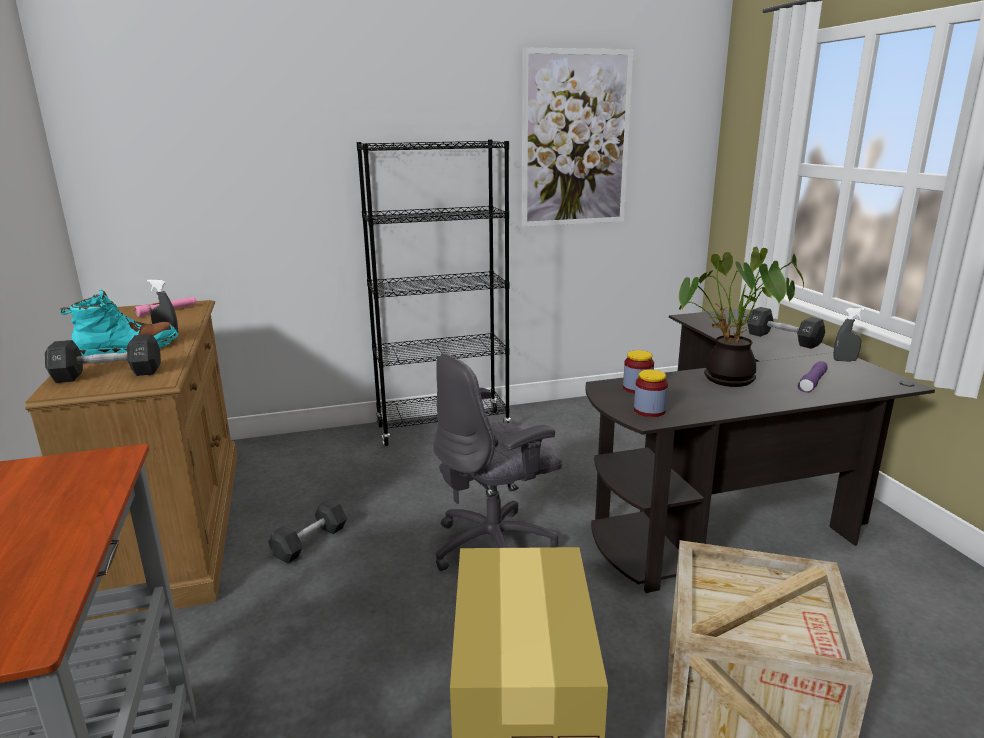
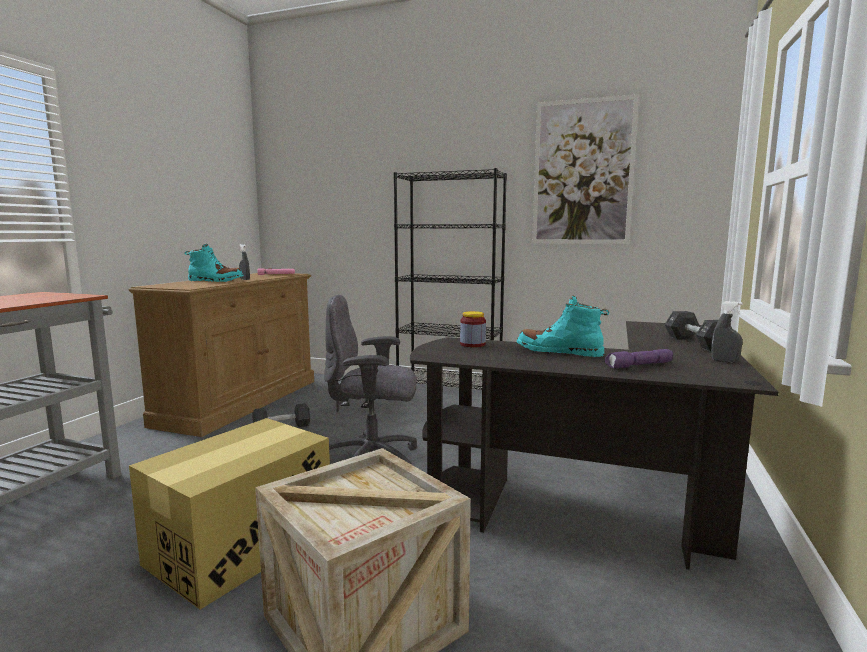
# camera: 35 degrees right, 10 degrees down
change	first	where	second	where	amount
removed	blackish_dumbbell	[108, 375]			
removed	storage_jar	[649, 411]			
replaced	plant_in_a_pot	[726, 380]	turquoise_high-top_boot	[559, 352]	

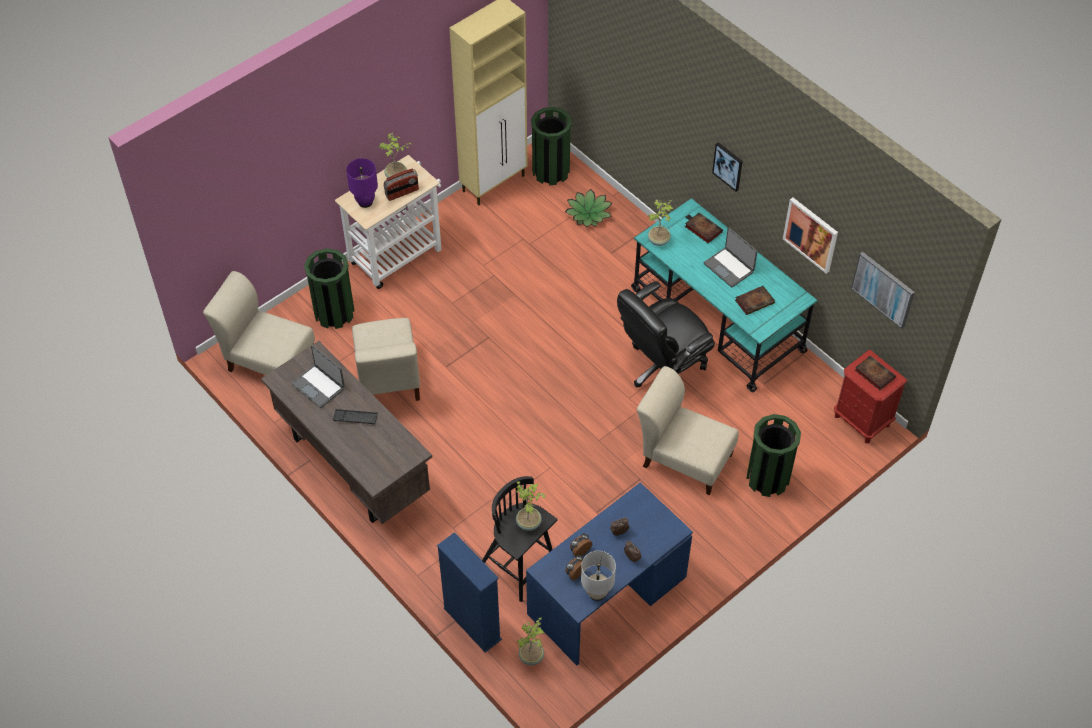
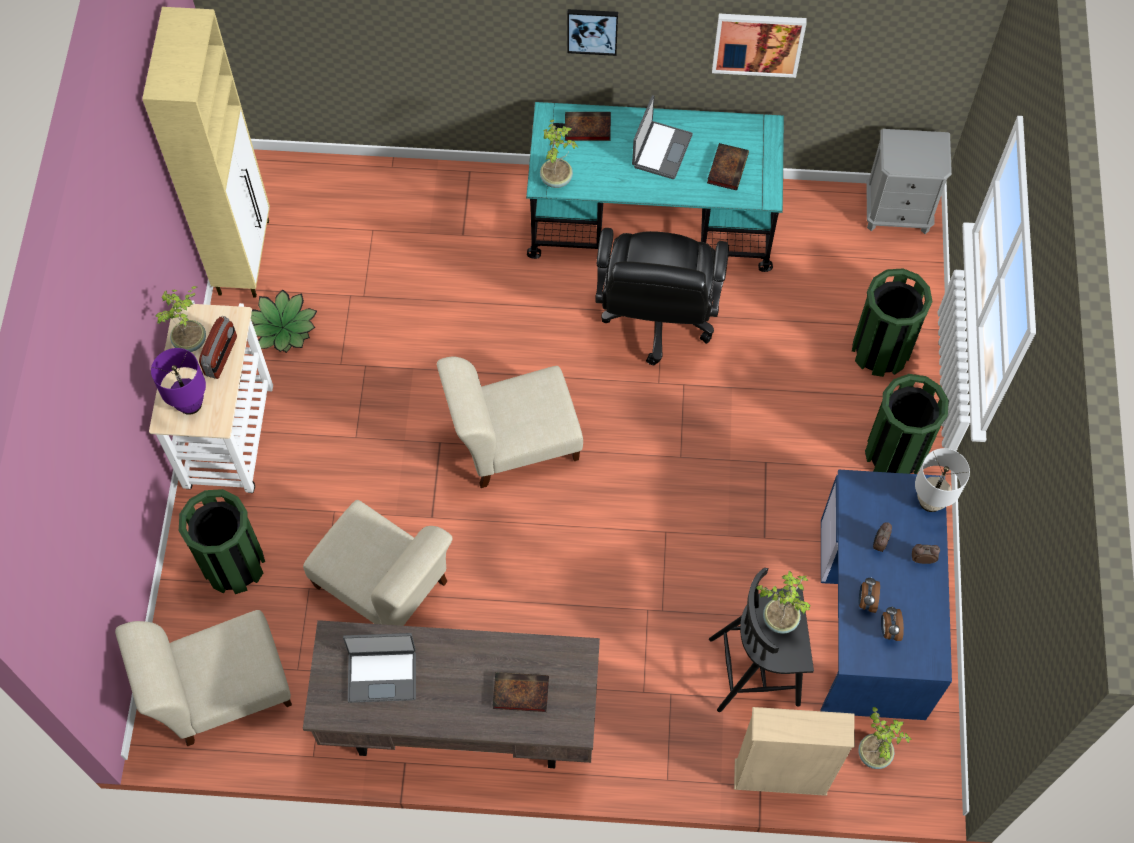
# camera: 45 degrees left, 10 degrees up
change	first	where	second	where	amount
removed	computer_keyboard	[355, 417]			
recoloured	blue_shelving_unit	[472, 624]	beige-coloured_shelving_unit	[780, 777]	
moved	greenish_rubbish_bin	[551, 171]		[895, 453]	
moved	plant_in_a_pot	[589, 213]		[283, 327]	
moved	white-coloured_tabletop_lamp	[597, 593]		[931, 501]	
moved	beige-coloured_plain_chair	[684, 458]		[513, 442]	
turned	portable_computer	[729, 267]		[660, 150]	75 degrees counterclockwise
recoloured	red-coloured_bedside_table	[862, 420]	gray_bedside_table	[897, 212]	
removed	picture	[883, 289]			
moved	volume	[873, 374]		[519, 693]	

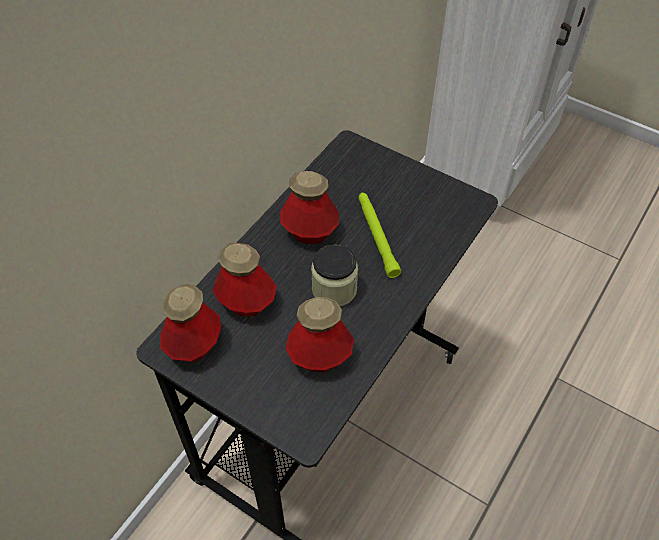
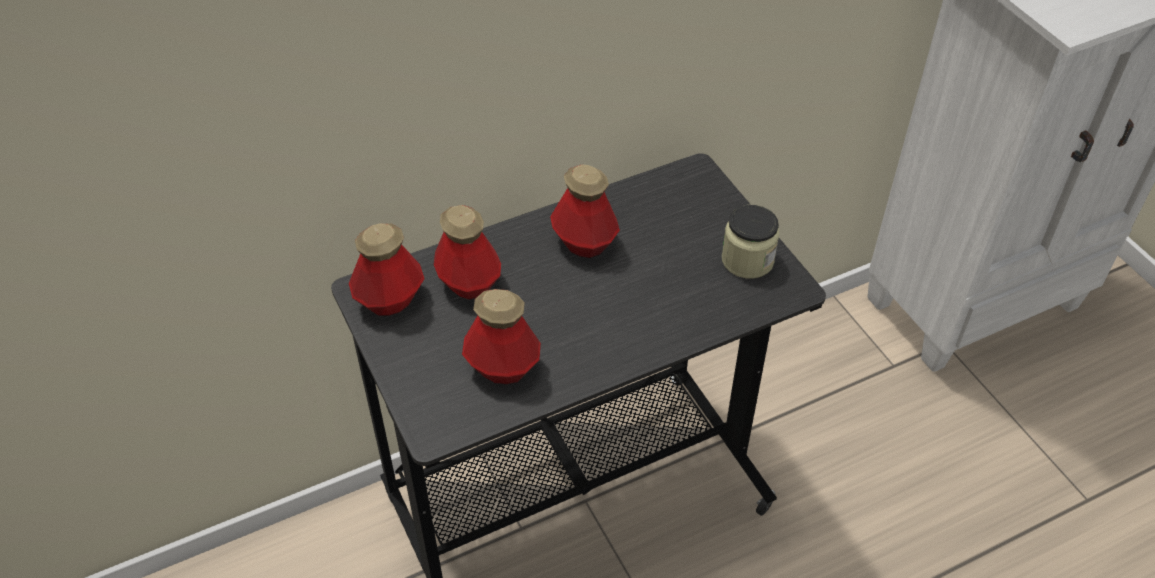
# camera: 30 degrees right, 5 degrees down
change	first	where	second	where	amount
moved	storage_jar	[334, 289]		[747, 260]	
removed	greenish_hand_torch	[377, 236]			

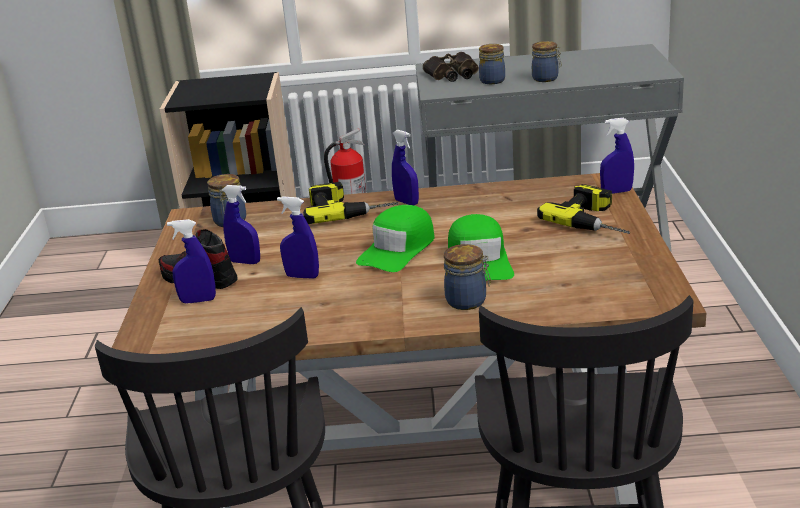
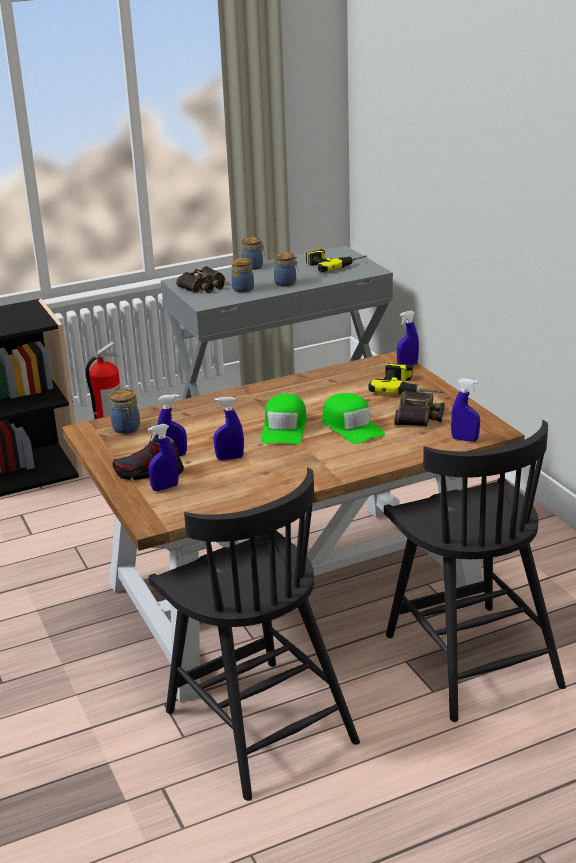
# camera: 25 degrees left, 0 degrees up
change	first	where	second	where	amount
moved	drill	[349, 208]		[334, 263]	
moved	blue_spray_bottle	[406, 202]		[464, 439]	
moved	storage_jar	[468, 301]		[253, 267]	
added			field_glasses	[419, 416]	

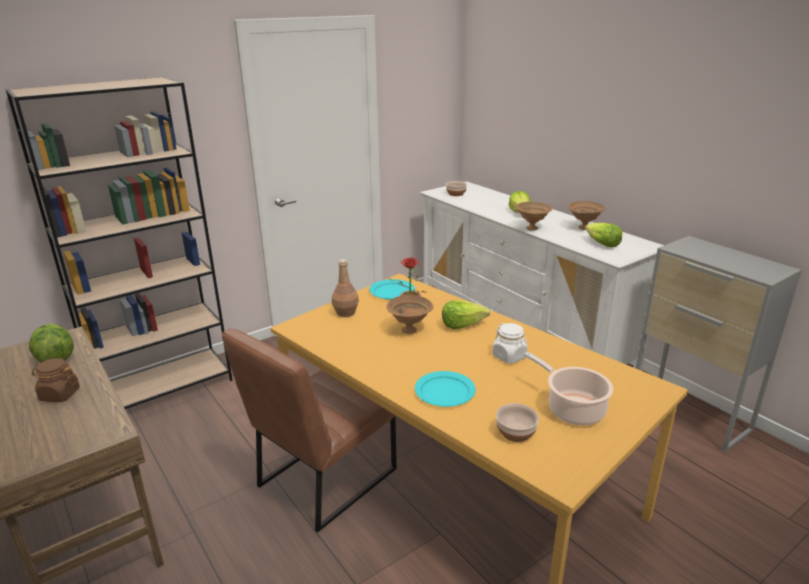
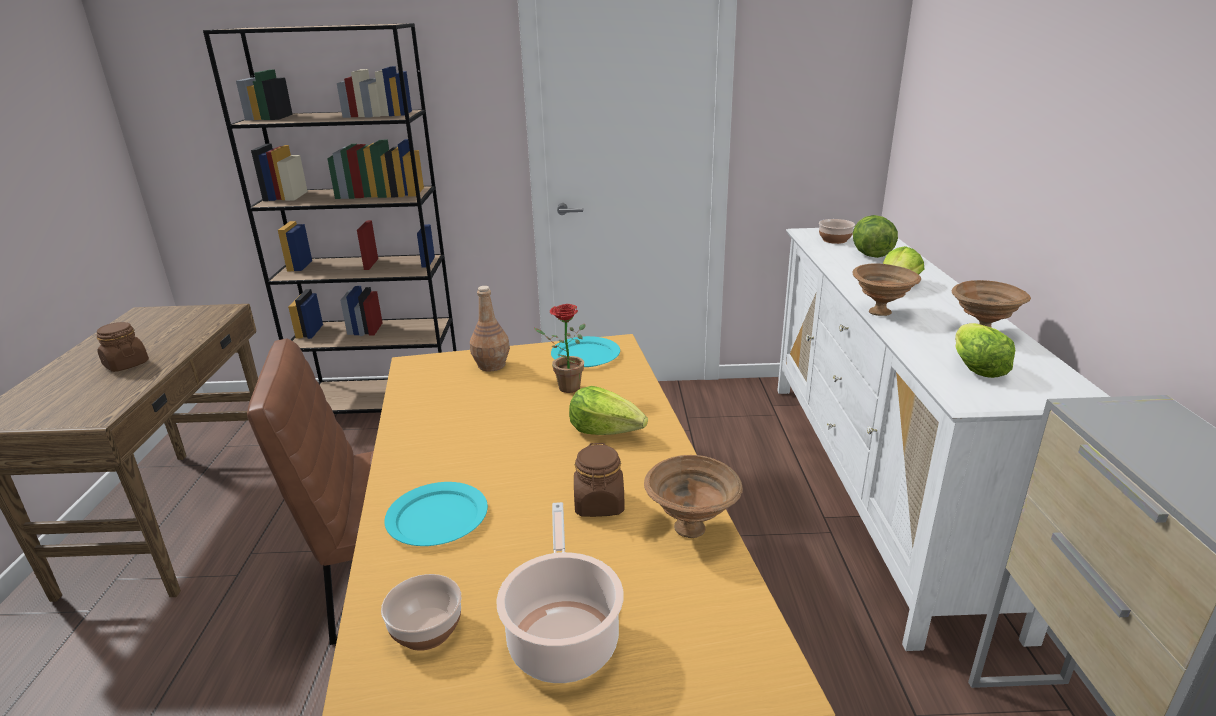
# camera: 35 degrees right, 0 degrees up
change	first	where	second	where	amount
moved	lettuce_head	[55, 359]		[870, 254]	
moved	brownish_deep_dish	[410, 330]		[692, 529]	
recoloured	white-coloured_storage_jar	[509, 356]	brownish_storage_jar	[599, 504]	

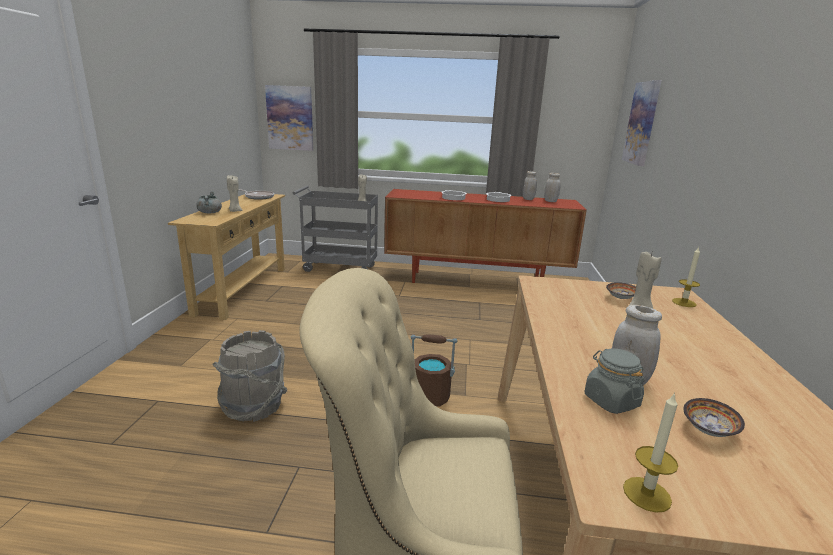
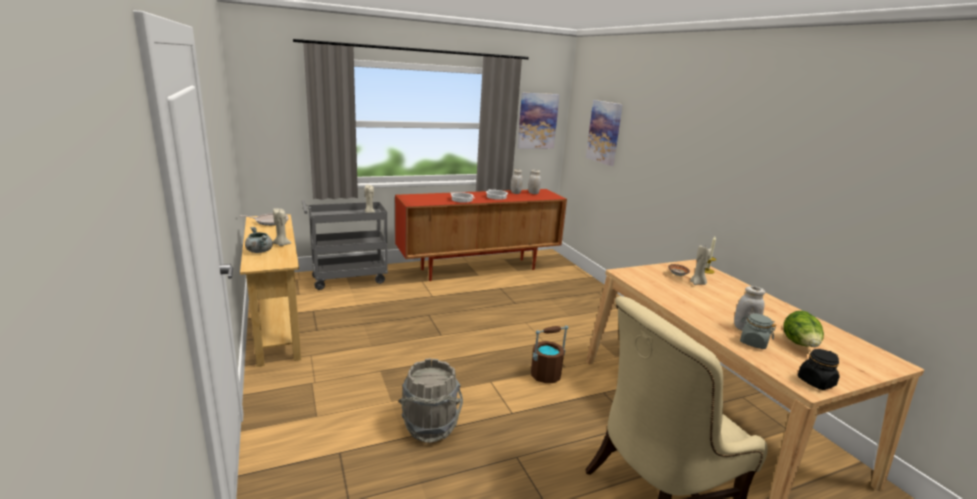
# camera: 30 degrees left, 0 degrees up
change	first	where	second	where	amount
moved	picture	[290, 118]		[537, 121]	
replaced	wax_candle	[646, 494]	blackish_storage_jar	[815, 382]	
replaced	deep_dish	[710, 430]	lettuce_head	[800, 345]	

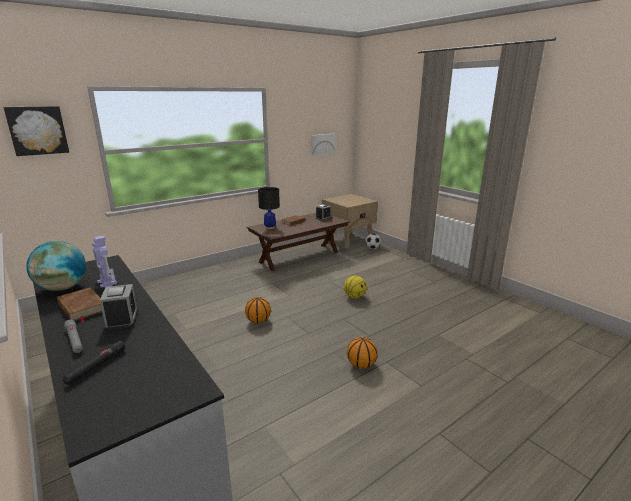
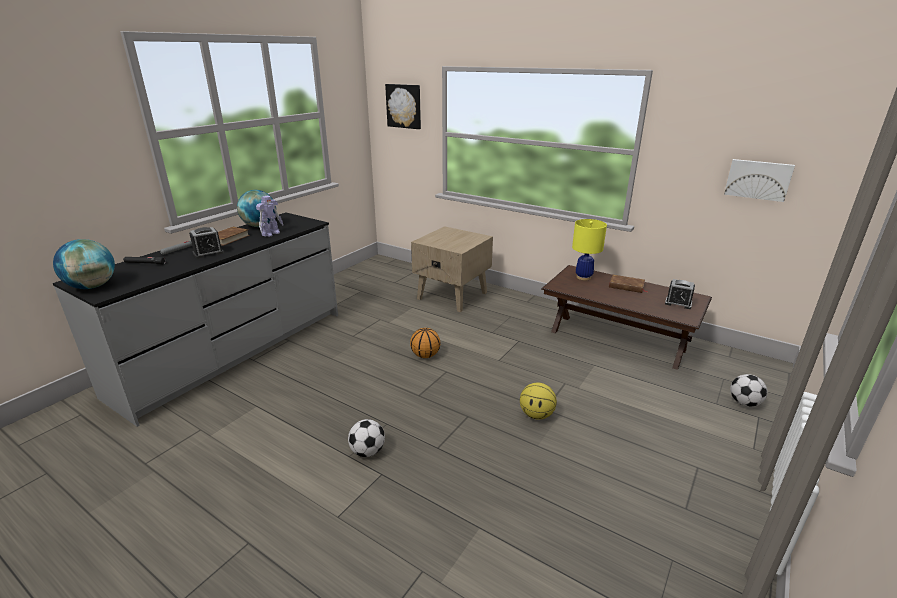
# camera: 70 degrees right, 5 degrees up
change	first	where	second	where	amount
recoloured	blackish_tabletop_lamp	[270, 227]	yellow_tabletop_lamp	[583, 277]	
moved	beige-coloured_bedside_table	[348, 239]		[453, 296]	
replaced	ball_for_basketball	[361, 364]	football	[367, 451]	
added			globe	[92, 286]	

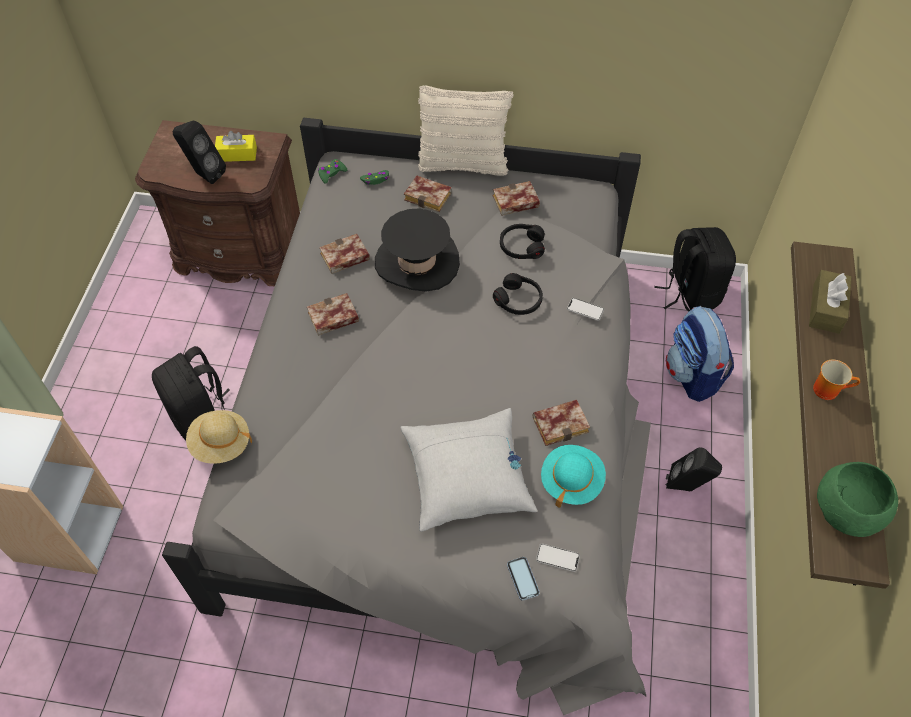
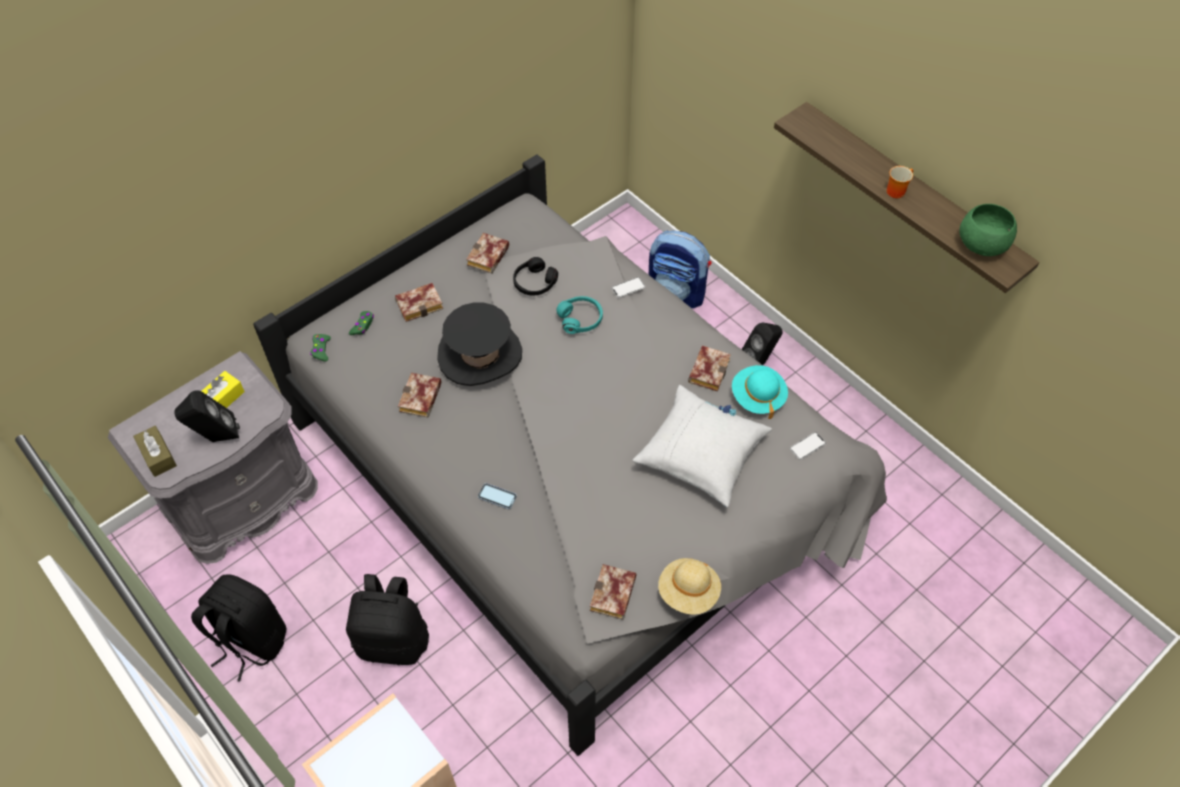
# camera: 50 degrees left, 0 degrees up
change	first	where	second	where	amount
recoloured	brownish_bedside_table	[239, 253]	gray_bedside_table	[245, 500]	
moved	beige-coloured_clothing_hat	[221, 444]		[688, 592]	
moved	volume	[332, 319]		[614, 596]	
removed	beige-coloured_pillow	[464, 164]			
recoloured	blackish_headphones	[518, 300]	turquoise_headphones	[580, 319]	
moved	telephone	[522, 579]		[497, 497]	
moved	blackish_backpack	[690, 293]		[250, 640]	
moved	brownish_tissue_holder	[826, 309]		[158, 456]	

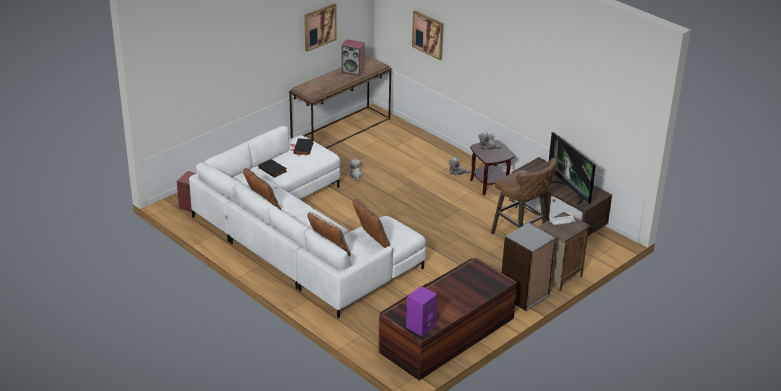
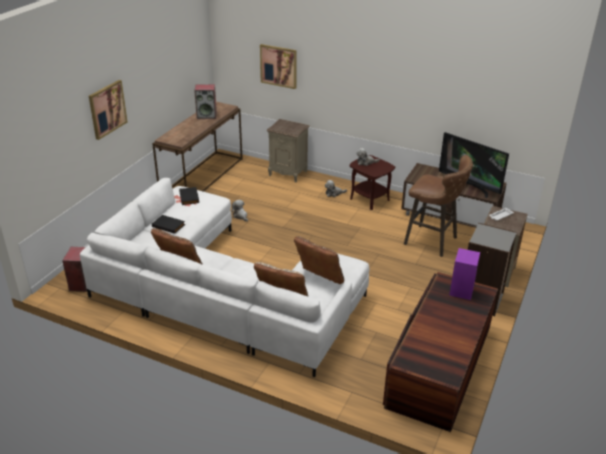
# camera: 20 degrees left, 0 degrees up
change	first	where	second	where	amount
moved	picture	[319, 27]		[107, 109]	
moved	purple-coloured_speaker	[420, 325]		[461, 290]	
added			beige-coloured_bedside_table	[288, 174]	

